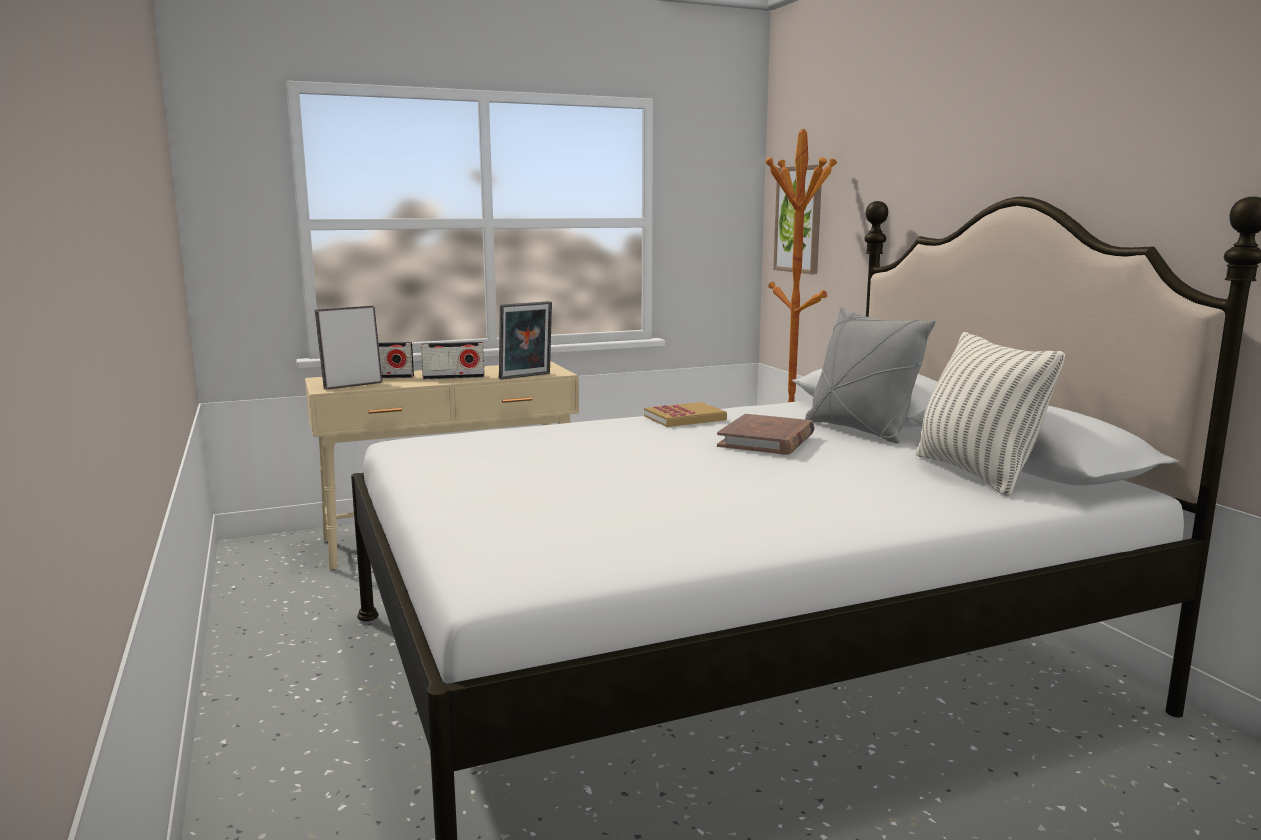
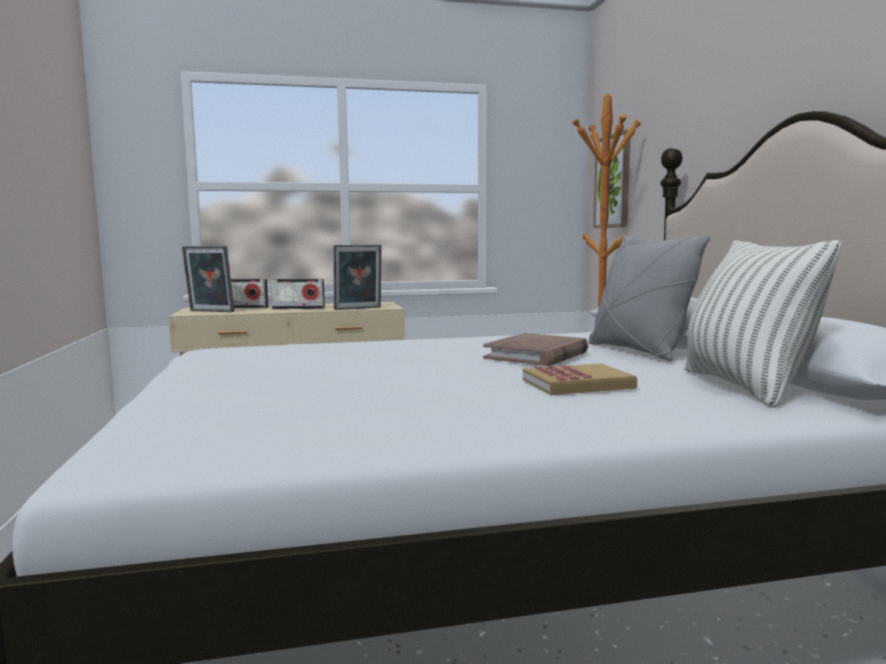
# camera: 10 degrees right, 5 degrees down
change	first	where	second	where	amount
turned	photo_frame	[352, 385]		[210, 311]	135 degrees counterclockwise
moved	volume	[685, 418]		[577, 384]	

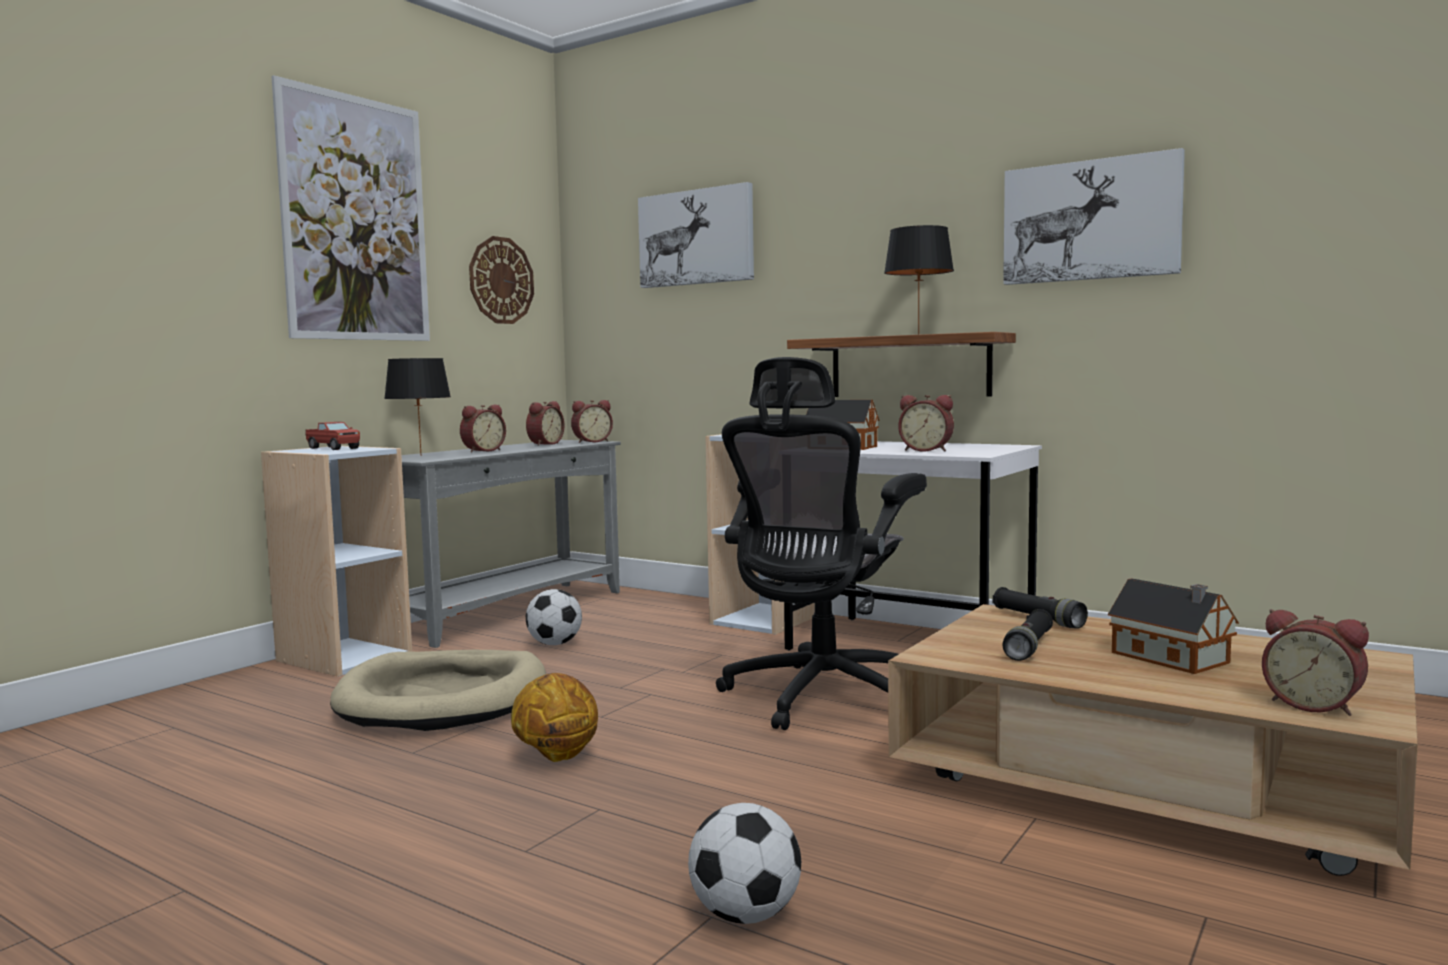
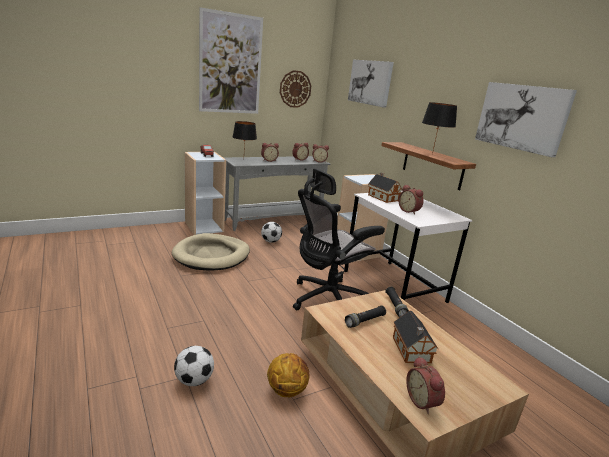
# camera: 25 degrees right, 15 degrees up
change	first	where	second	where	amount
moved	ball_for_basketball	[556, 756]		[287, 390]	

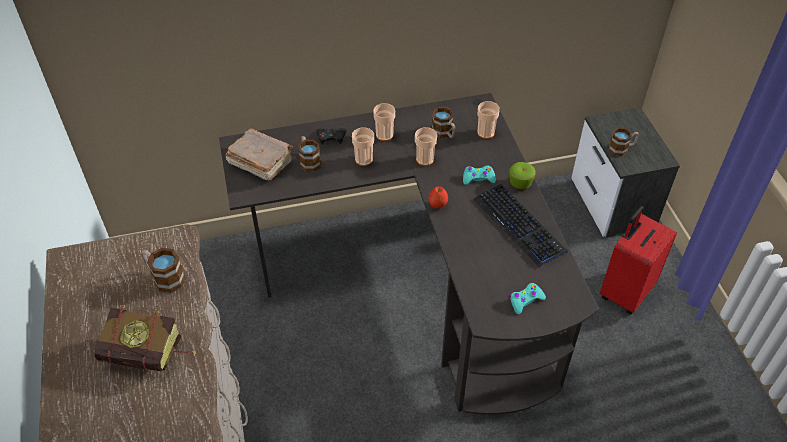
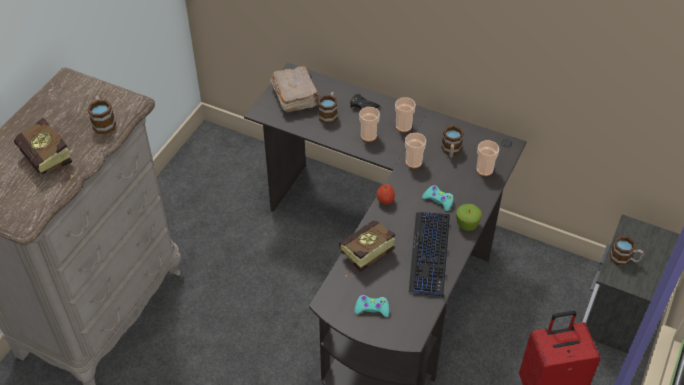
# camera: 40 degrees right, 0 degrees up
change	first	where	second	where	amount
added			volume	[362, 256]	

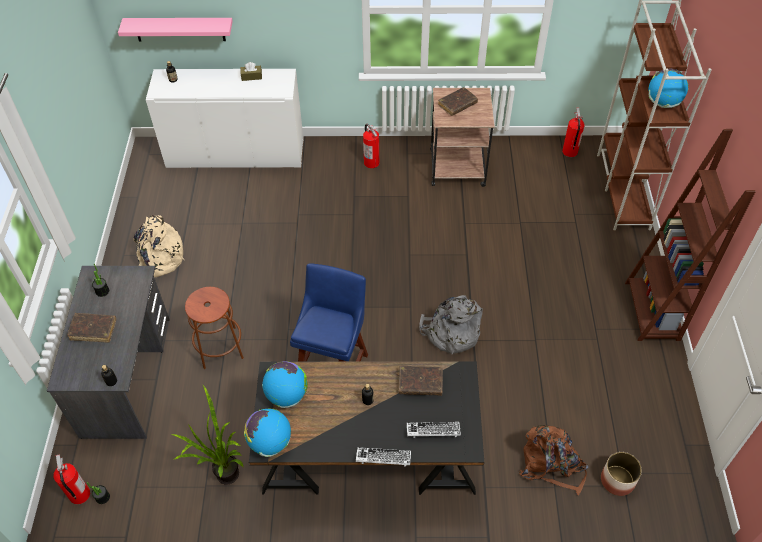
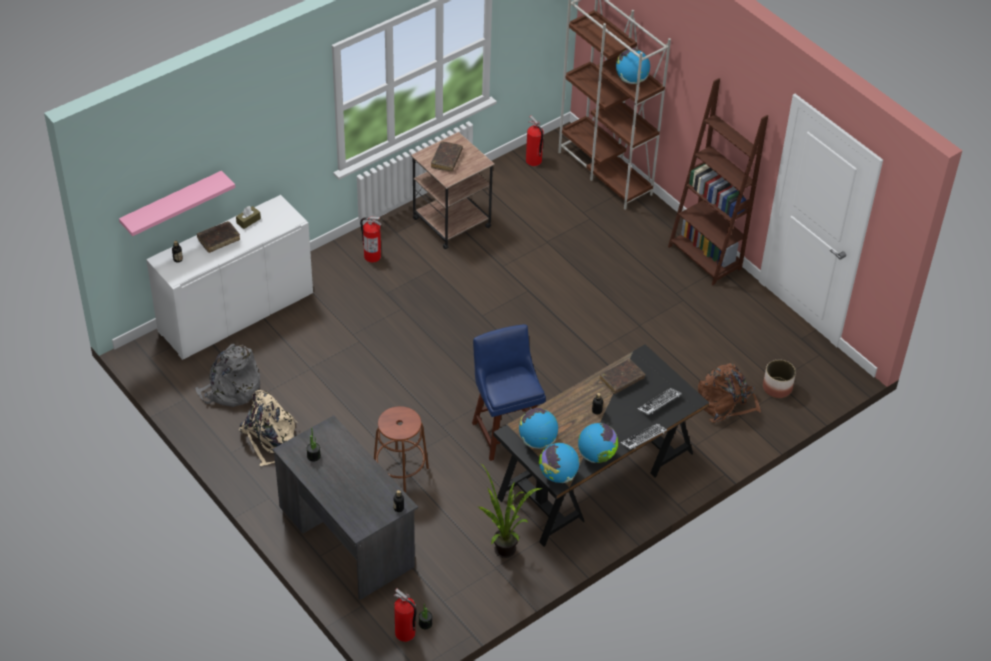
# camera: 40 degrees left, 5 degrees down
change	first	where	second	where	amount
moved	brownish_volume	[93, 330]		[218, 239]	
moved	gray_backpack	[450, 333]		[231, 389]	
added			globe	[596, 455]	

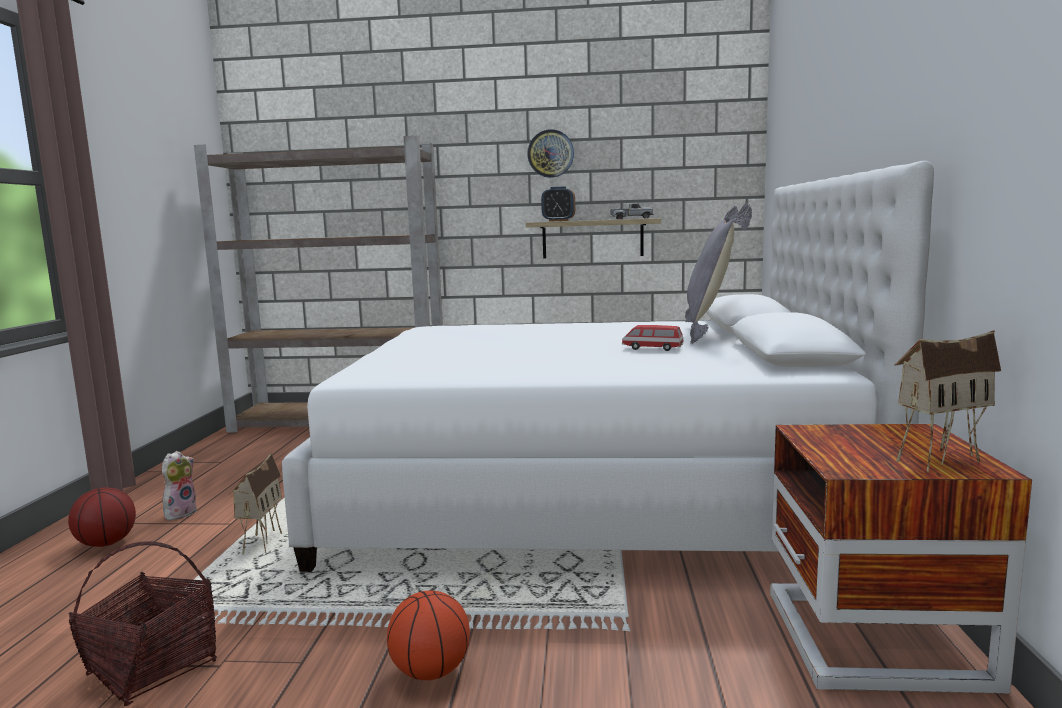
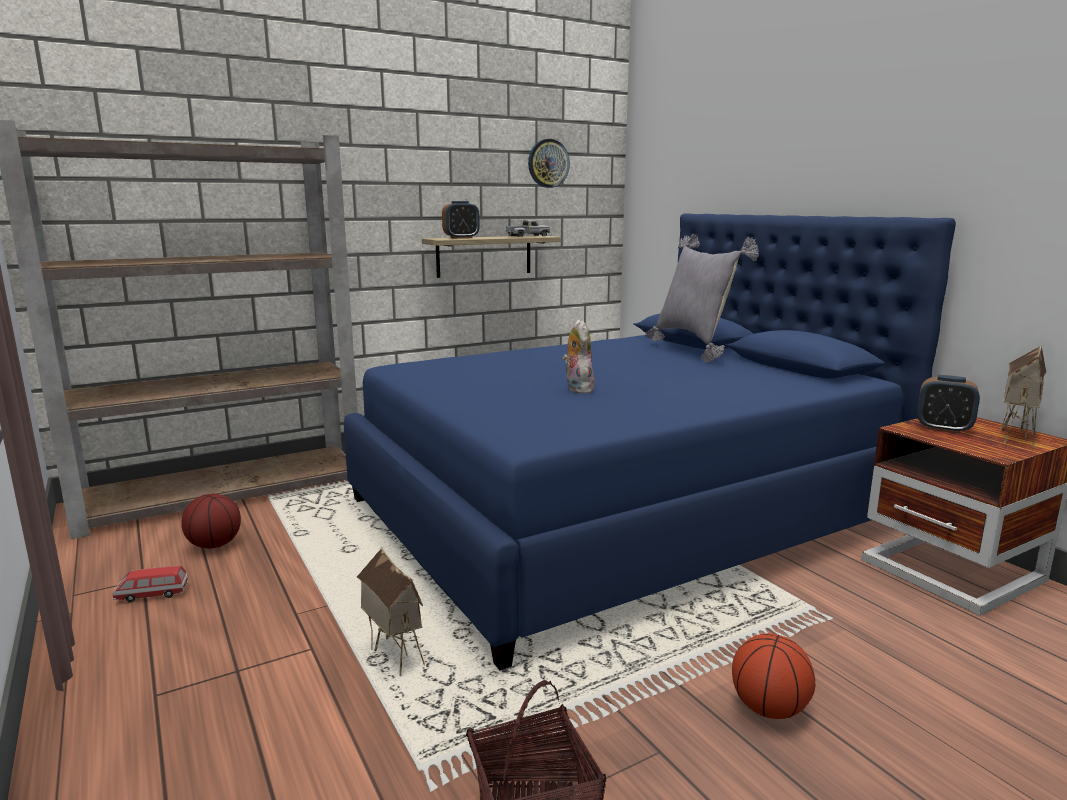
# camera: 35 degrees left, 5 degrees up
change	first	where	second	where	amount
moved	ball_for_basketball	[107, 543]		[214, 545]	
moved	soft_toy	[180, 513]		[577, 389]	
recoloured	white-coloured_sleeping_bed	[589, 492]	blue_sleeping_bed	[619, 513]	
moved	wall_clock	[550, 153]		[548, 163]	
moved	model_car	[652, 348]		[152, 594]	
added			bedside_clock	[943, 428]	

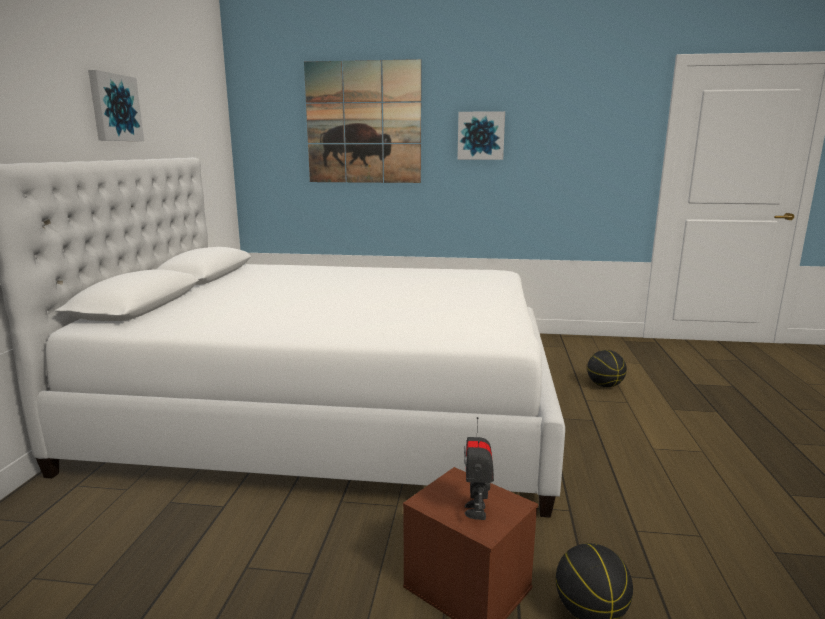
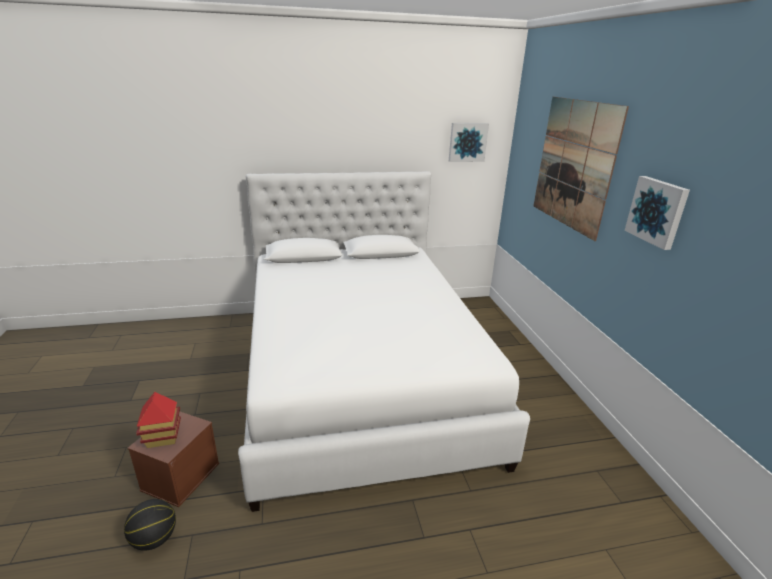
# camera: 70 degrees right, 10 degrees up
change	first	where	second	where	amount
moved	picture	[114, 108]		[467, 142]	
replaced	model_robot	[477, 510]	toy_house	[163, 437]	
removed	ball_for_basketball	[604, 385]			

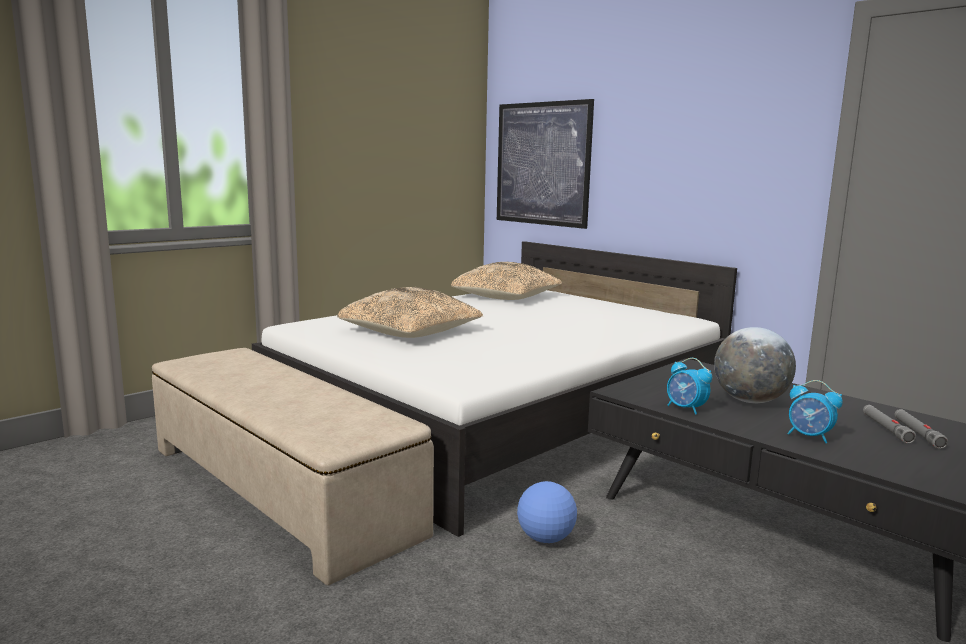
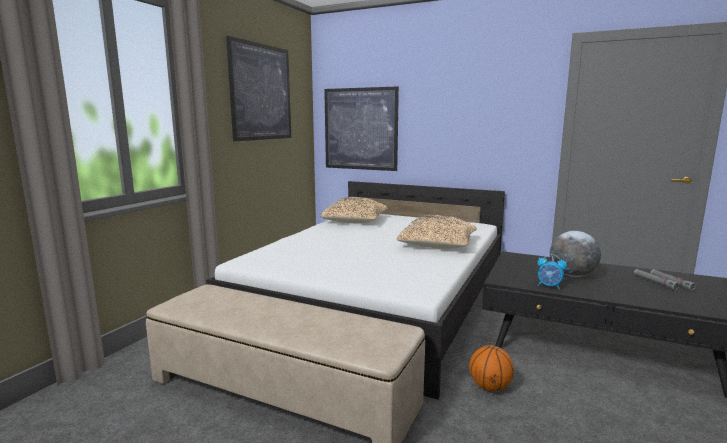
# camera: 20 degrees left, 0 degrees up
change	first	where	second	where	amount
moved	beige-coloured_pillow	[410, 331]		[437, 243]	
replaced	football	[546, 539]	ball_for_basketball	[490, 387]	
removed	bedside_clock	[809, 437]			
added			picture	[261, 92]	

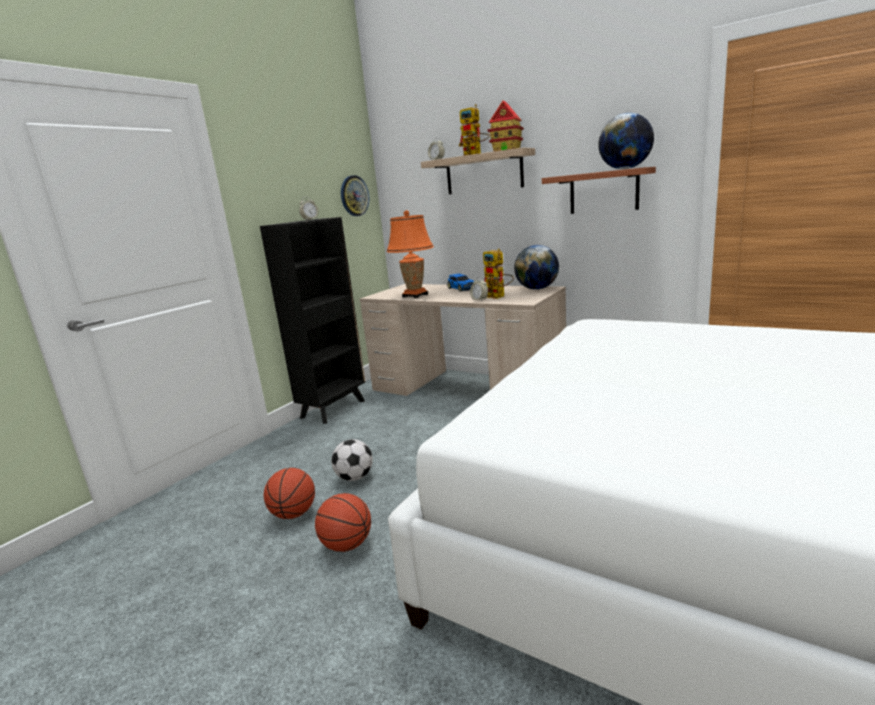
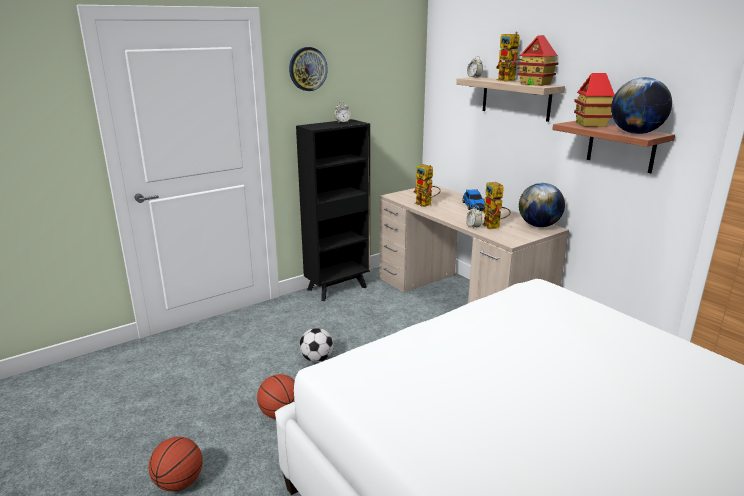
# camera: 20 degrees right, 5 degrees up
change	first	where	second	where	amount
moved	ball_for_basketball	[293, 514]		[179, 482]	
moved	wall_clock	[354, 196]		[307, 69]	
replaced	orange-coloured_tabletop_lamp	[415, 295]	model_robot	[426, 205]	
added			toy_house	[591, 124]	

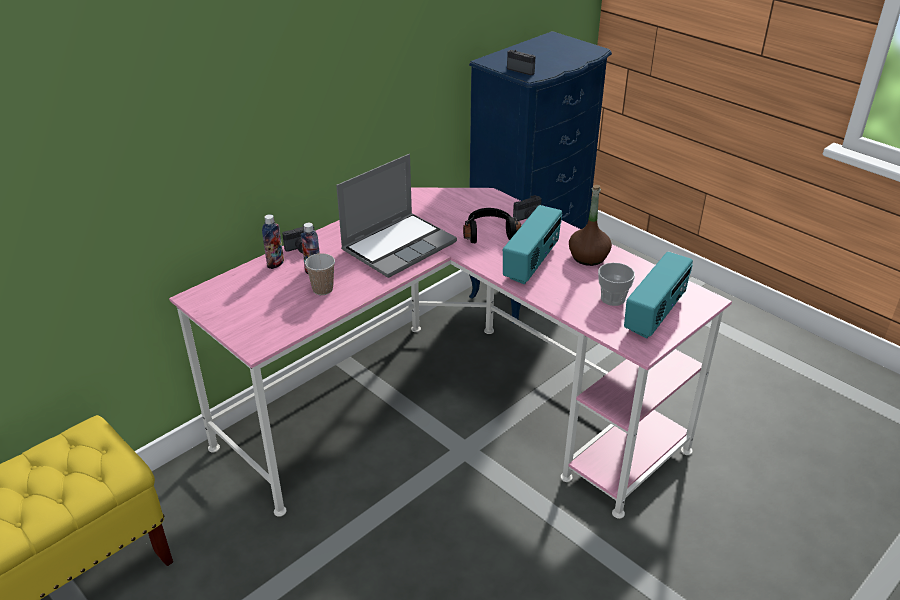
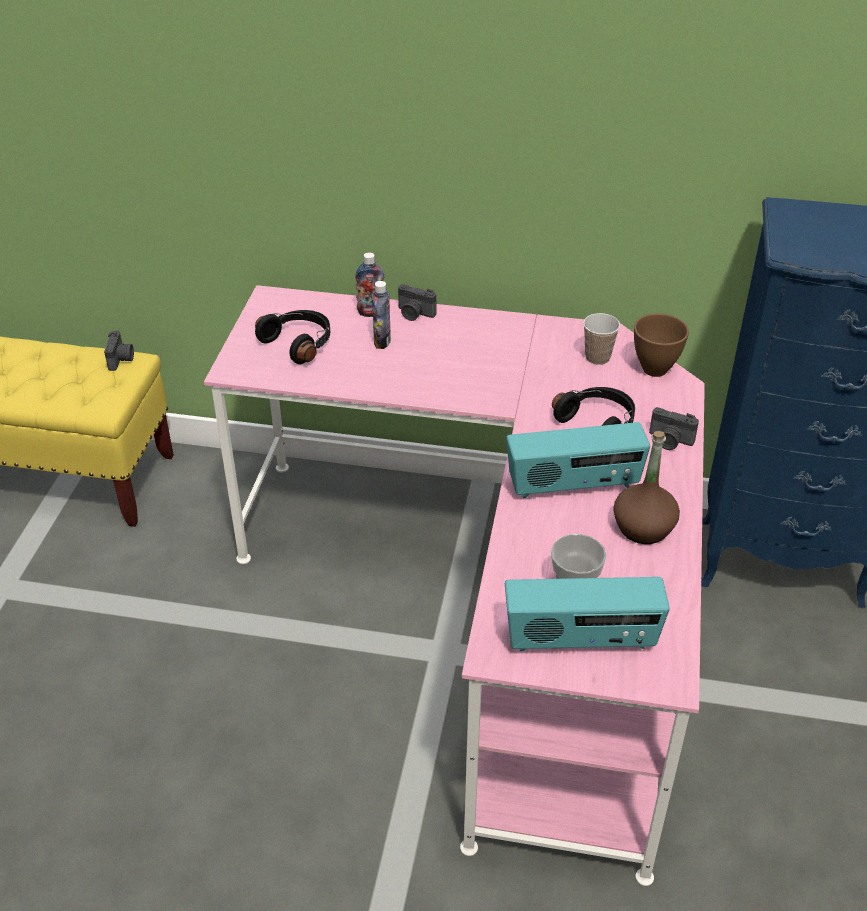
# camera: 55 degrees right, 5 degrees up
change	first	where	second	where	amount
moved	small_cup	[322, 289]		[597, 357]	
removed	portable_computer	[399, 246]			
moved	photo_camera	[522, 70]		[121, 359]	
added			blackish_headphones	[299, 343]	
added			brownish_deep_dish	[654, 368]	

